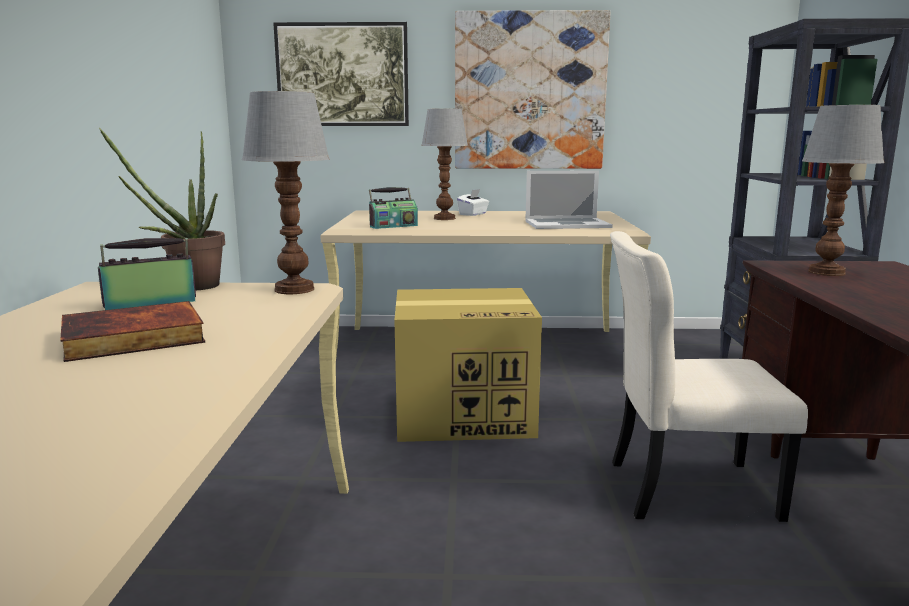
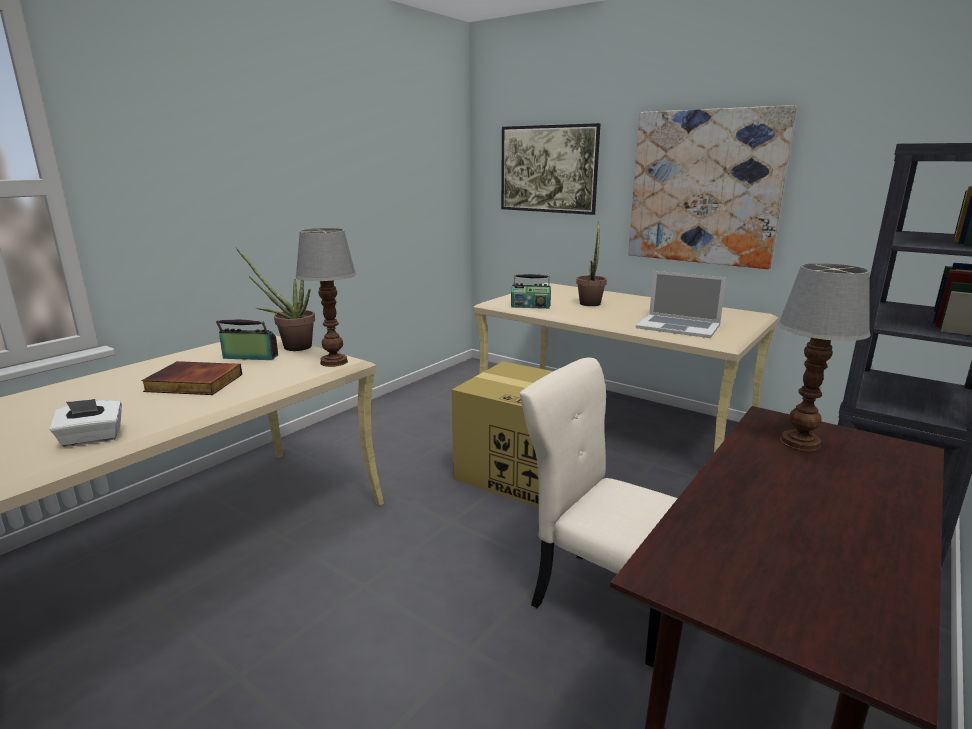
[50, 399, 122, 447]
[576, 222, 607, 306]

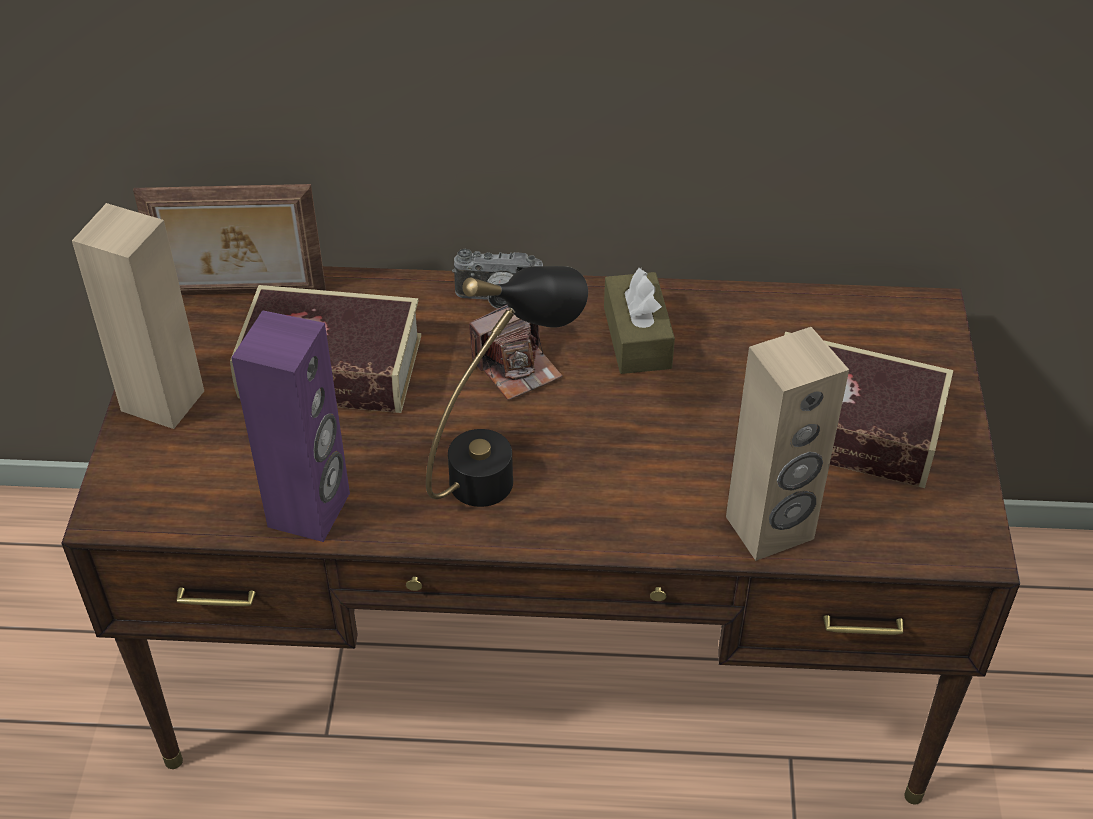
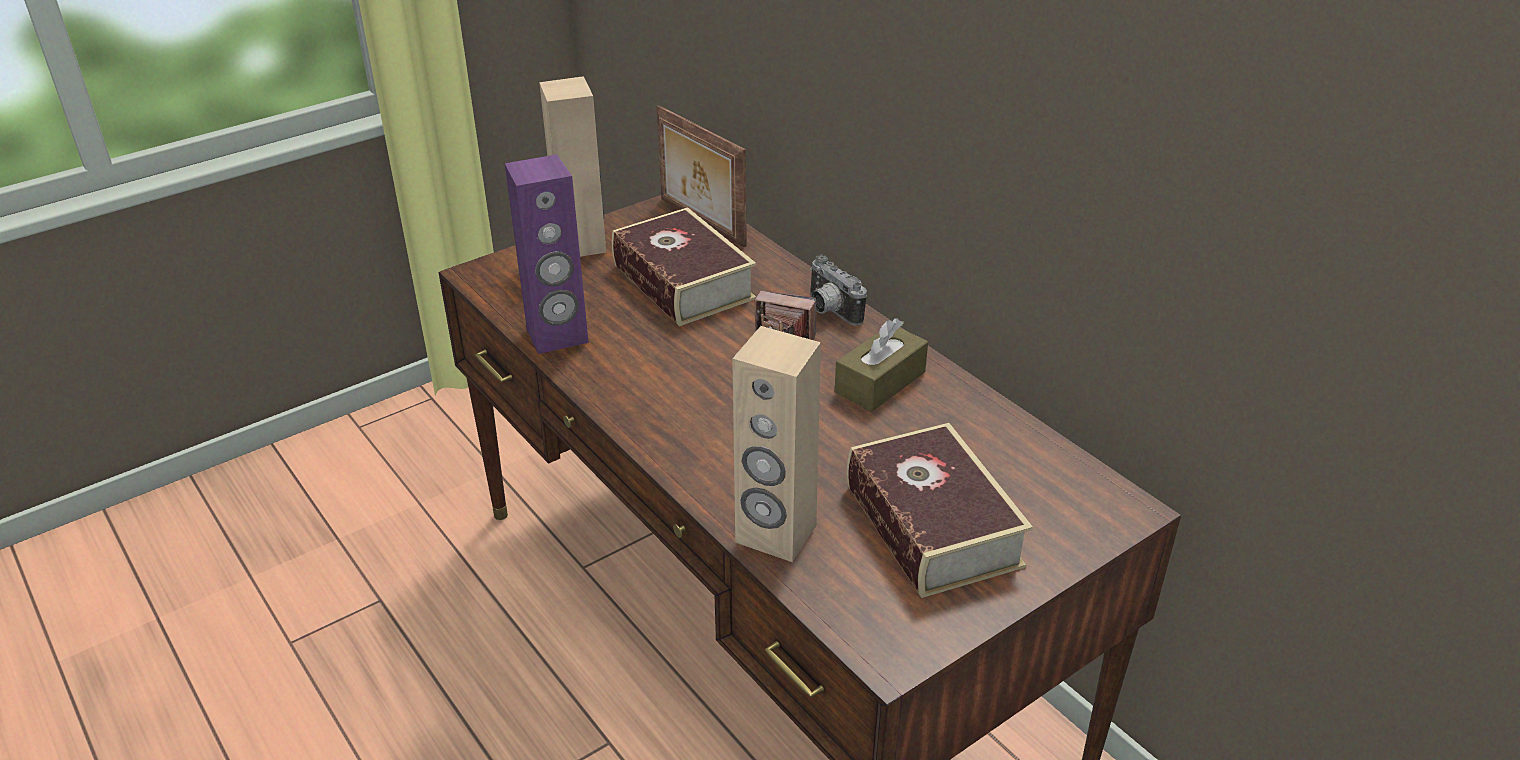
[426, 266, 588, 507] (first image)

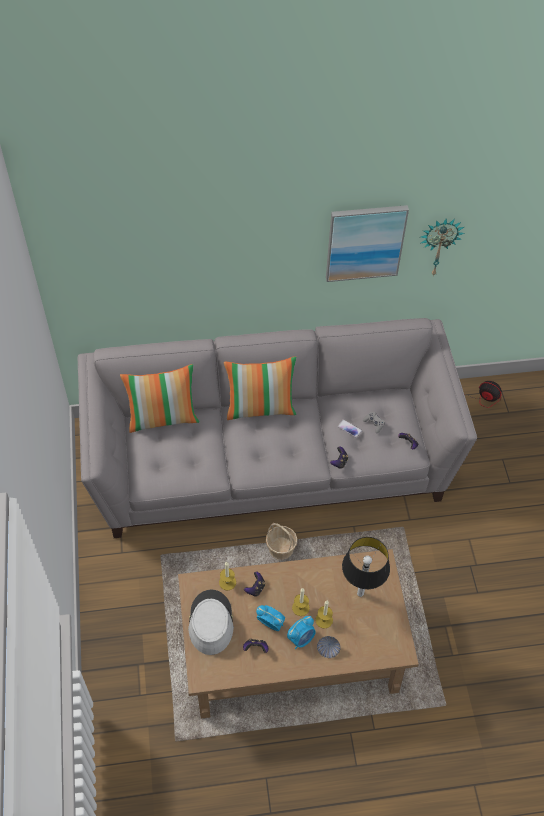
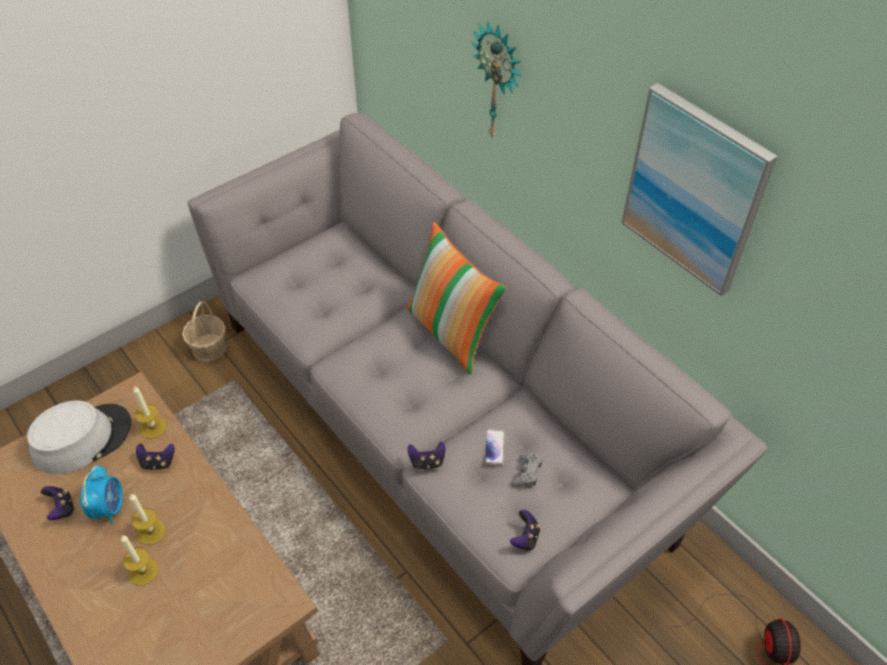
[120, 364, 199, 433] (first image)
[287, 616, 316, 650] (first image)
[317, 636, 340, 658] (first image)
[342, 537, 390, 597] (first image)
[182, 301, 227, 362]
[472, 20, 521, 137]

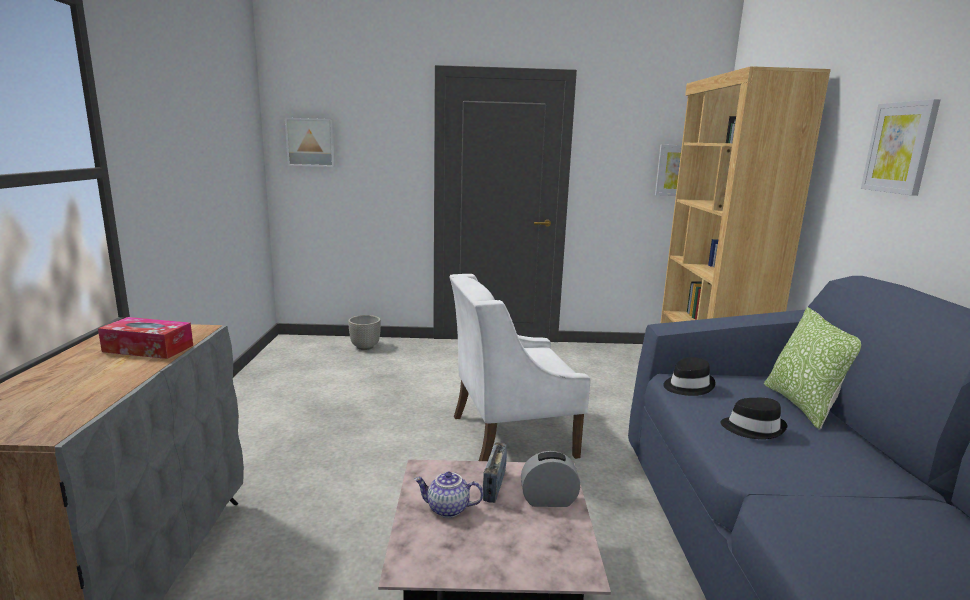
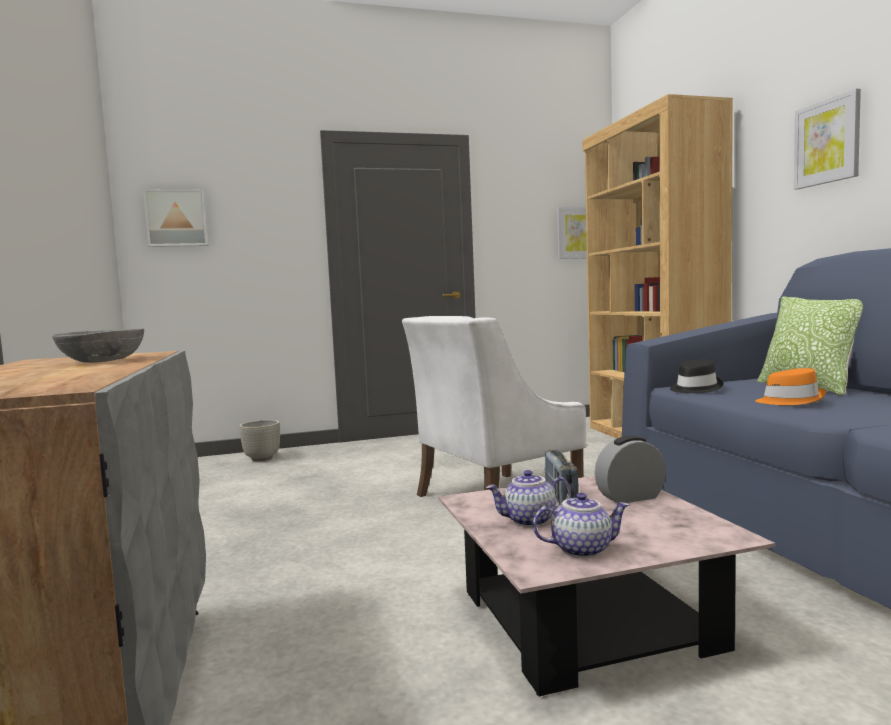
[533, 492, 629, 558]
[52, 328, 144, 363]
[755, 368, 826, 405]

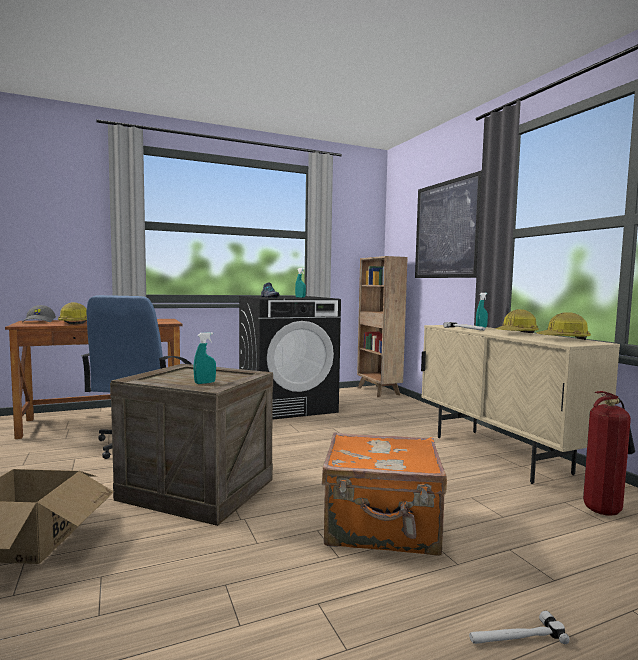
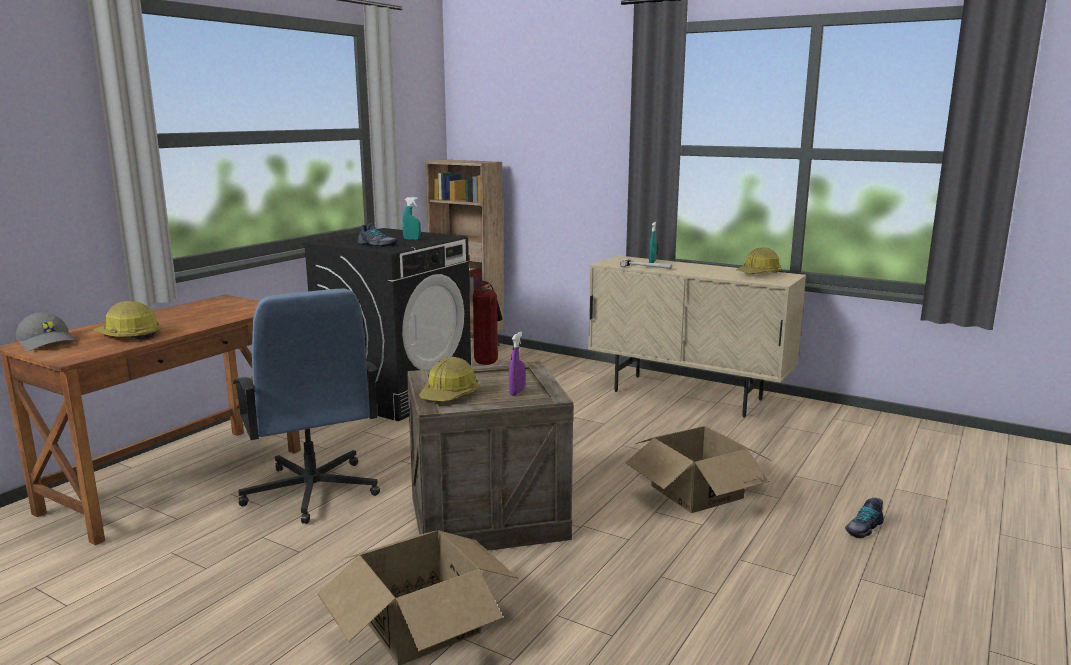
[415, 171, 482, 278] (first image)
[419, 357, 479, 402]
[473, 280, 503, 365]
[625, 426, 772, 513]
[845, 497, 884, 538]
[509, 332, 525, 396]

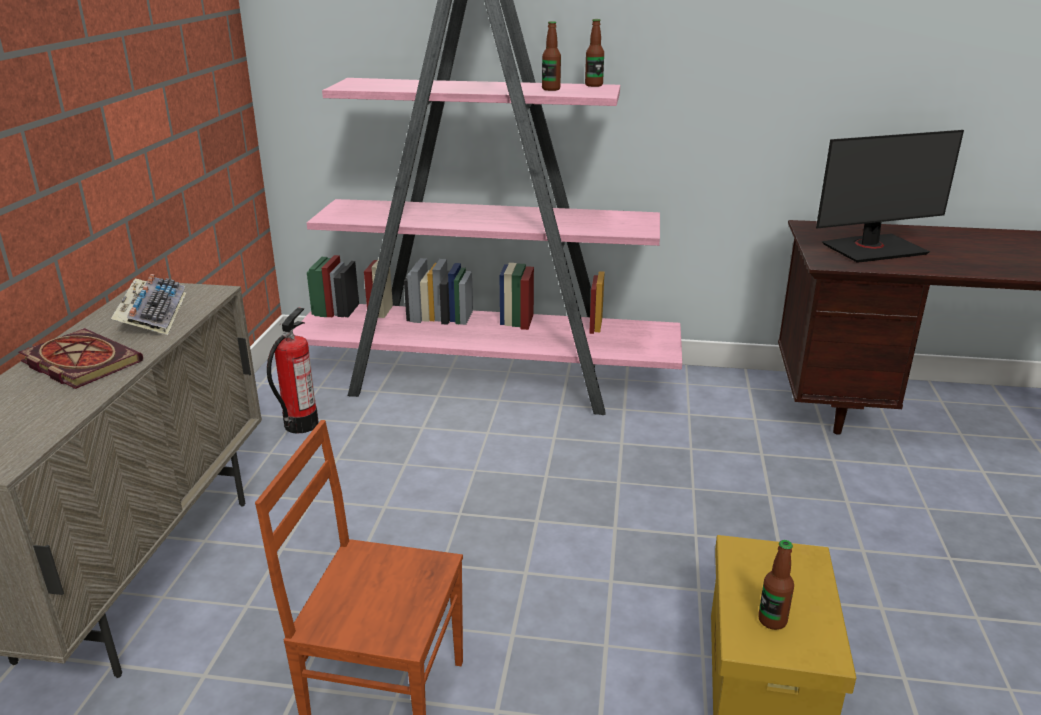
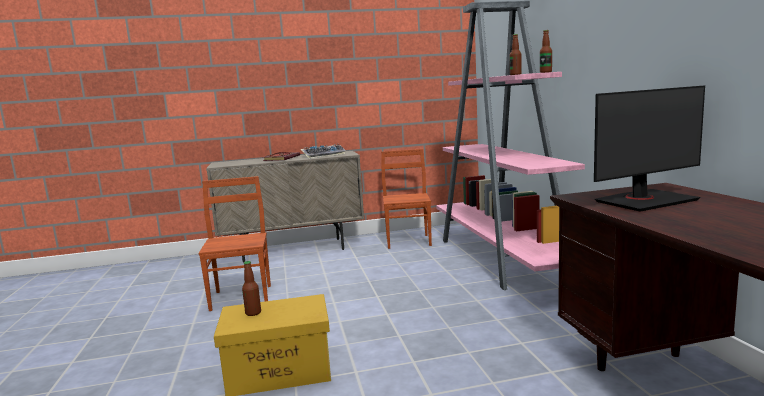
[381, 149, 432, 249]
[594, 86, 705, 212]

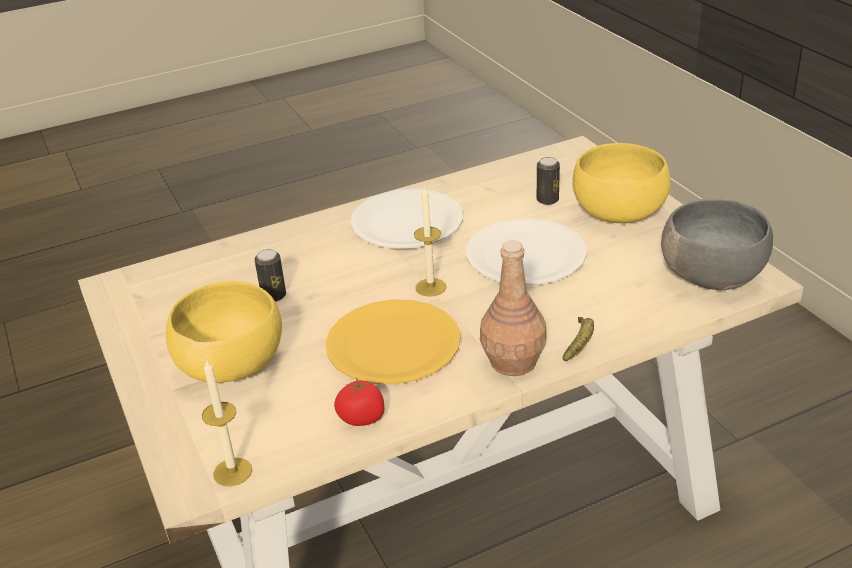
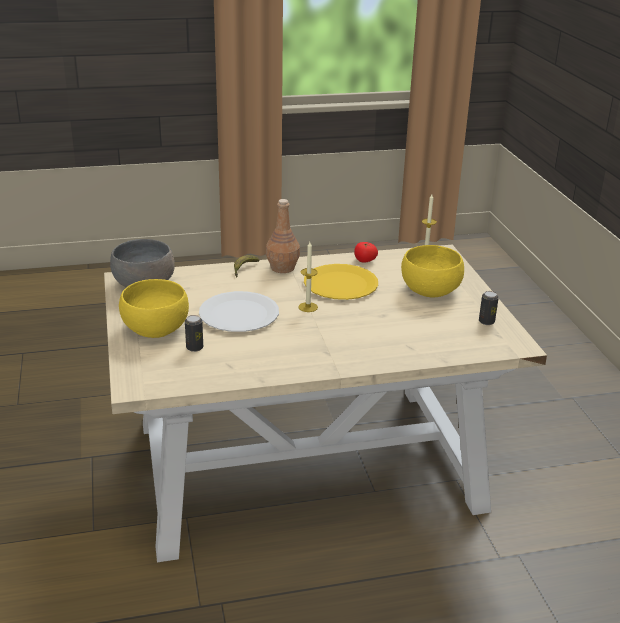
[350, 189, 463, 249] (first image)
[479, 291, 499, 325]

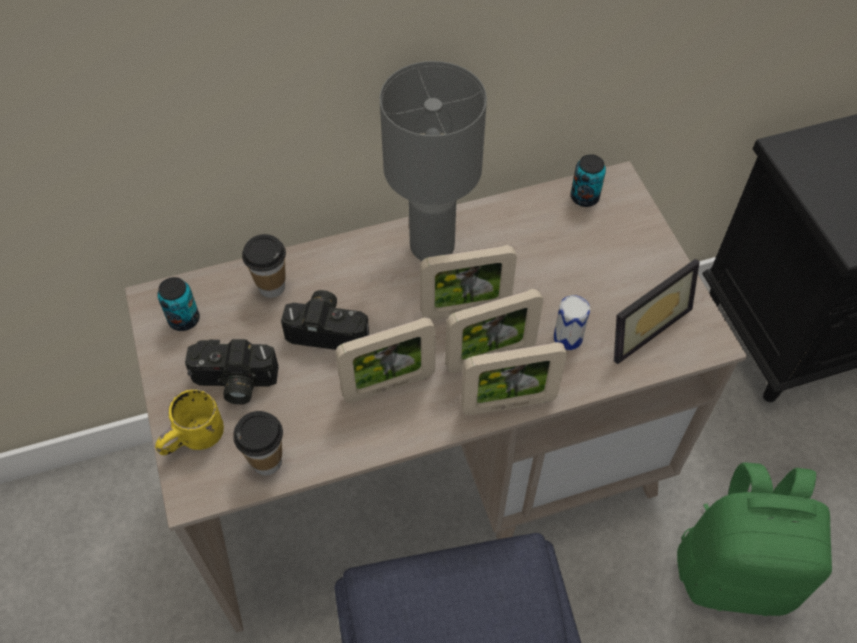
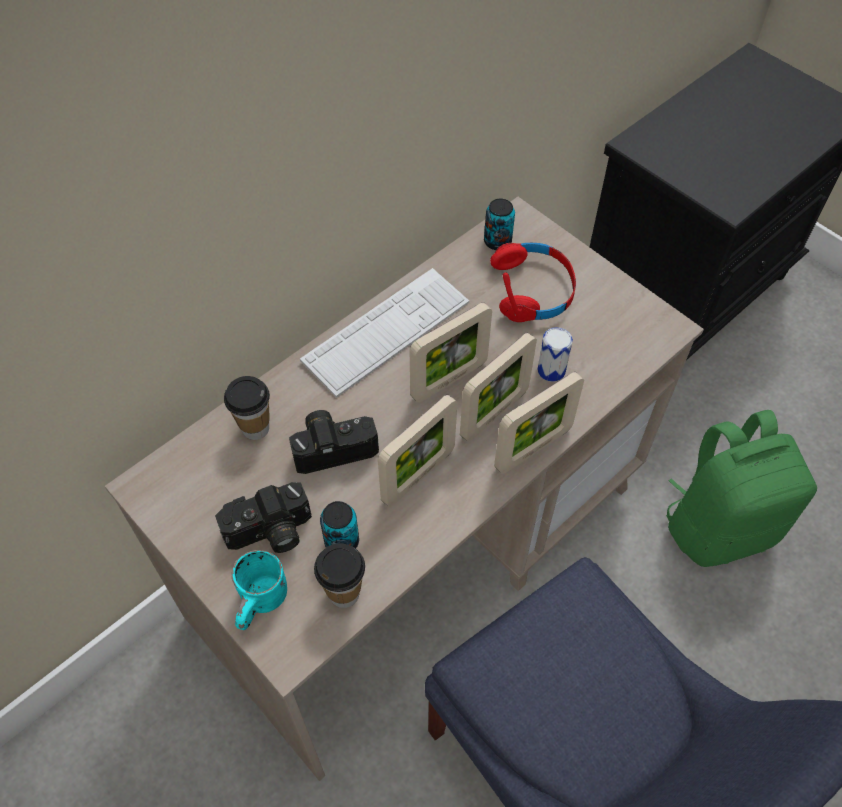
[614, 259, 700, 364] (first image)
[490, 243, 576, 322]
[320, 501, 359, 548]
[300, 268, 469, 398]
[231, 550, 287, 630]

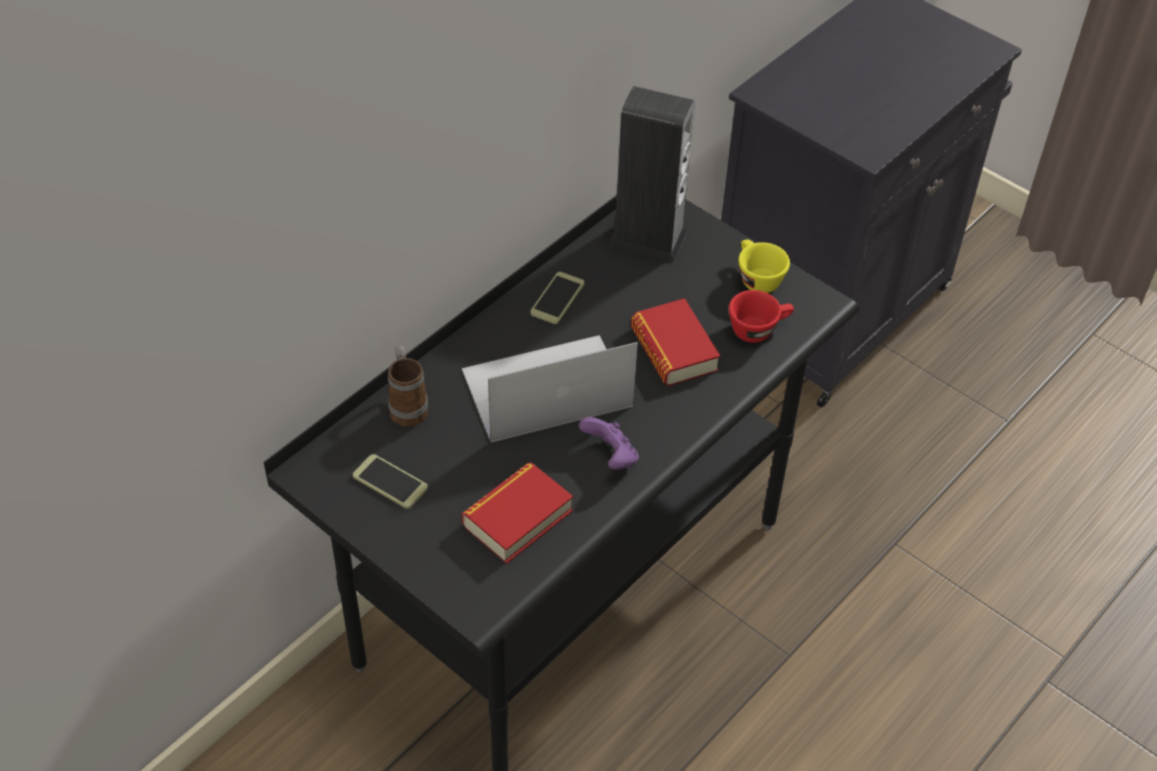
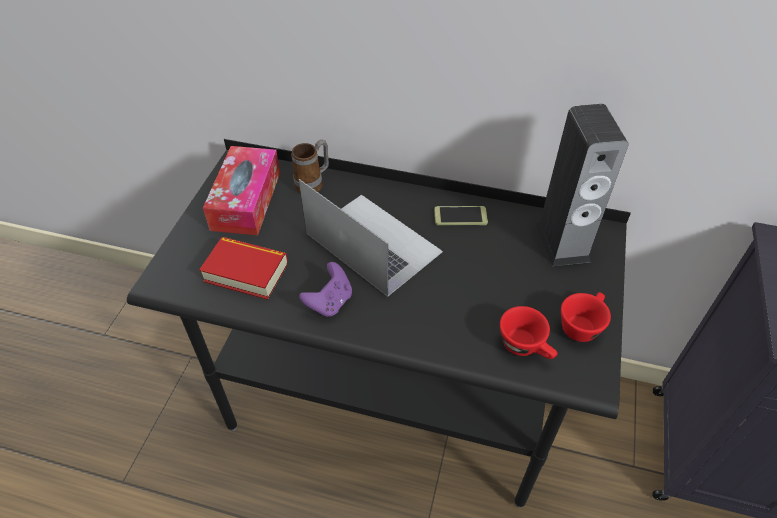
[631, 298, 720, 386] (first image)
[203, 146, 280, 236]
[561, 292, 611, 342]

